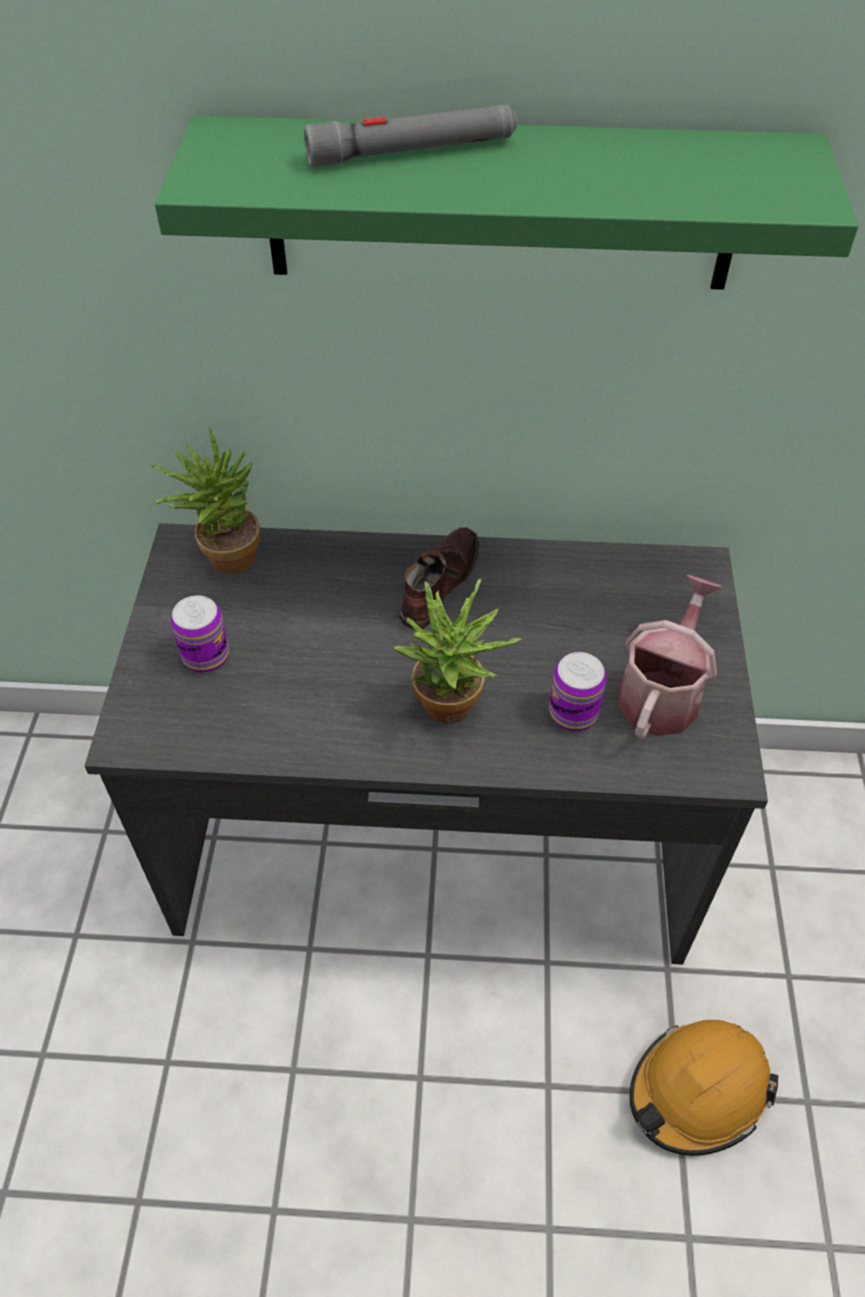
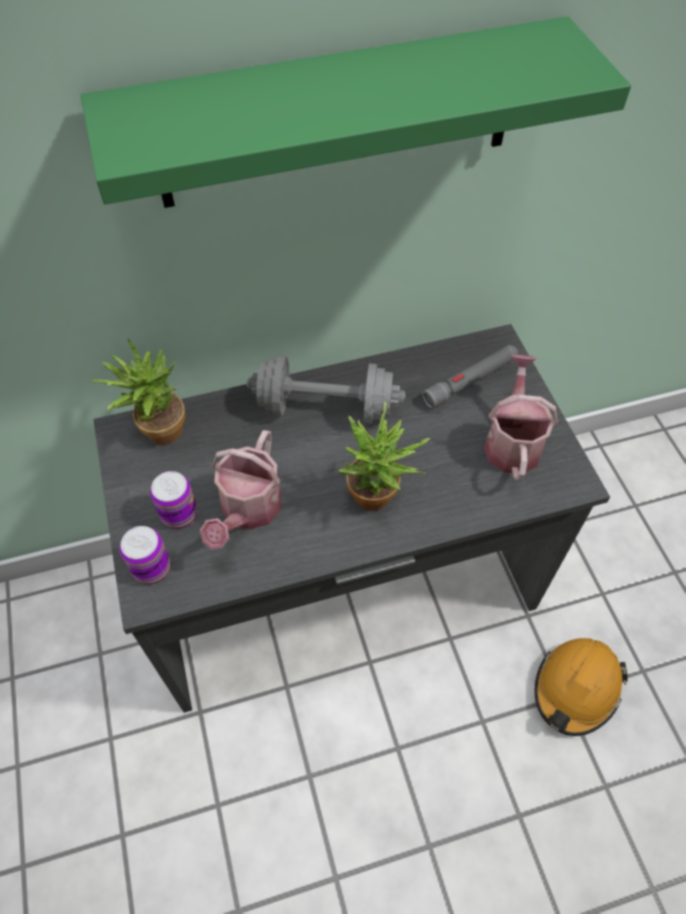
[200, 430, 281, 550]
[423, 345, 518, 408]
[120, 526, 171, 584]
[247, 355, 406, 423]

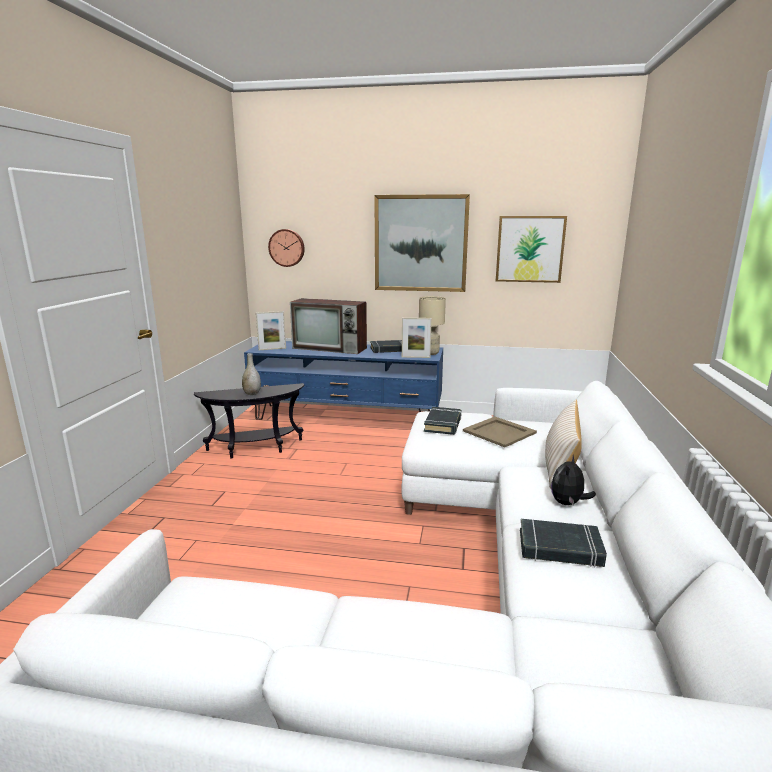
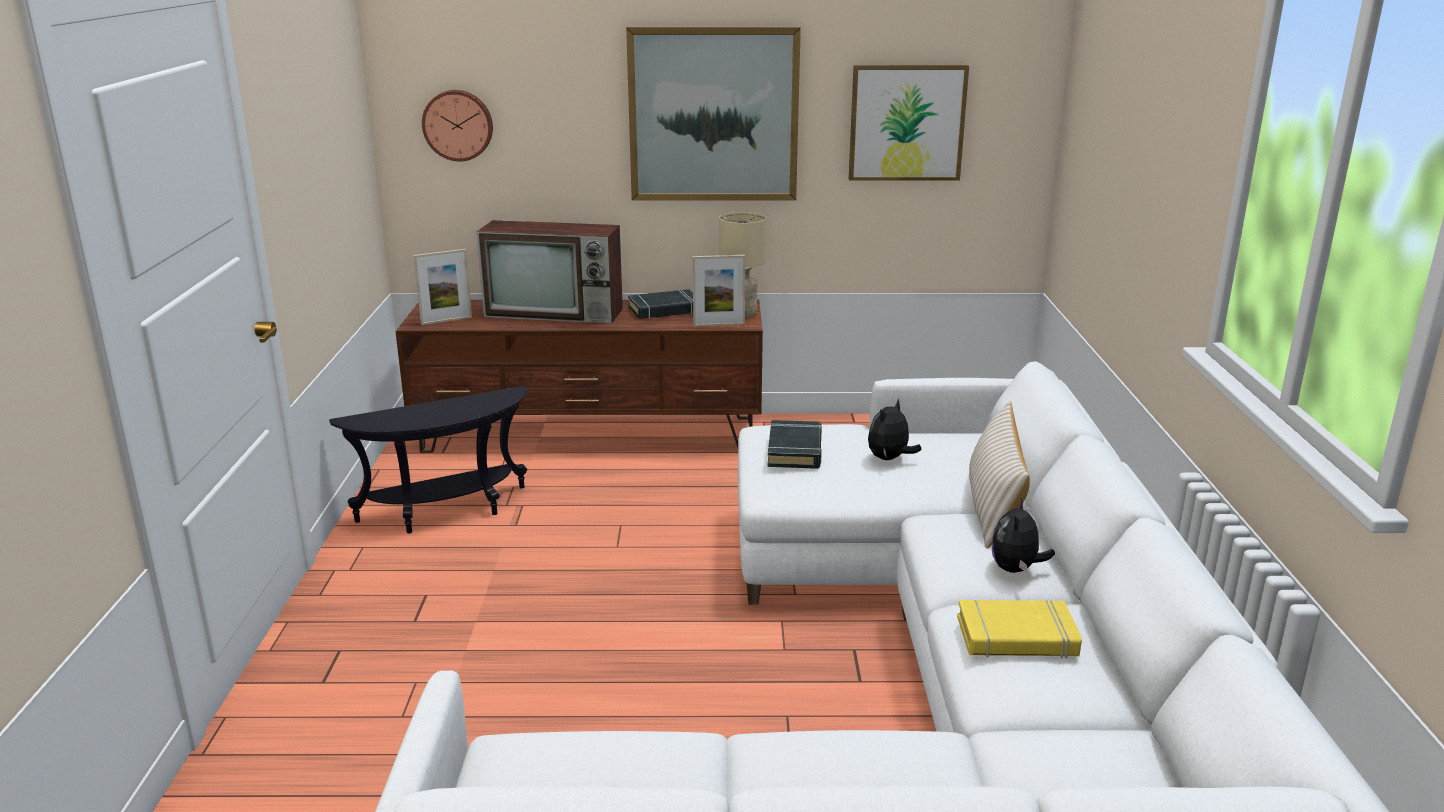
[242, 353, 261, 395] (first image)
[868, 399, 922, 460]
[395, 300, 763, 453]
[957, 600, 1082, 658]

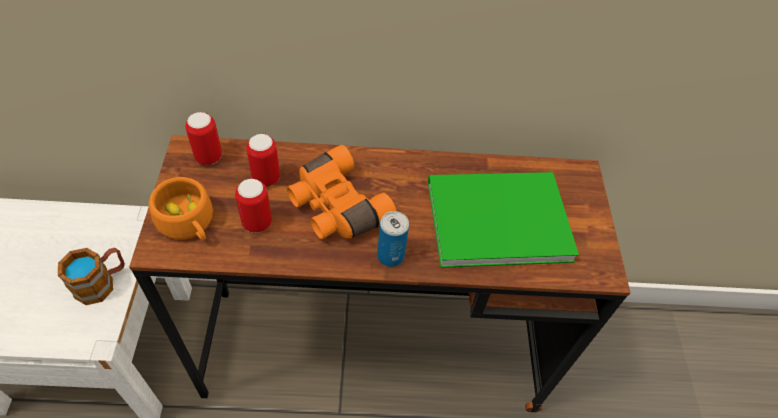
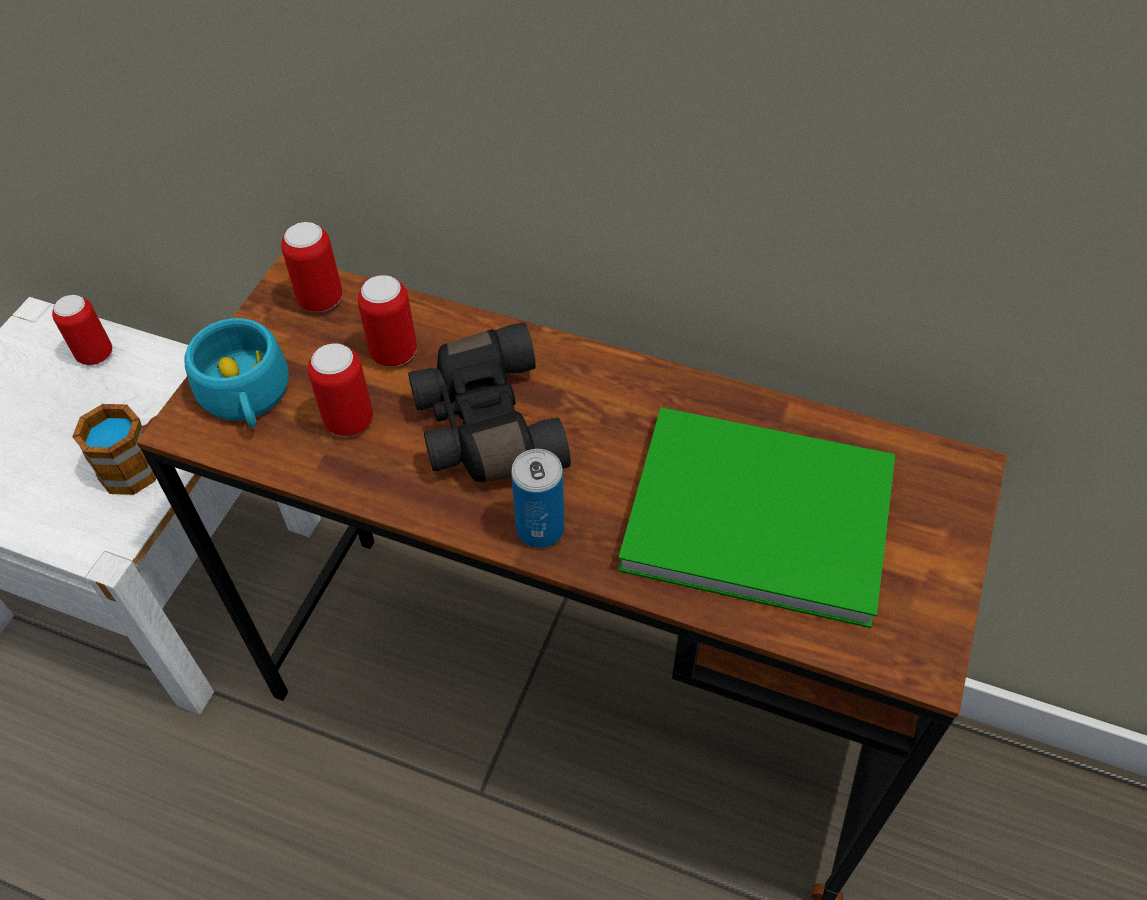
[52, 295, 112, 366]
[184, 318, 289, 428]
[408, 322, 571, 482]

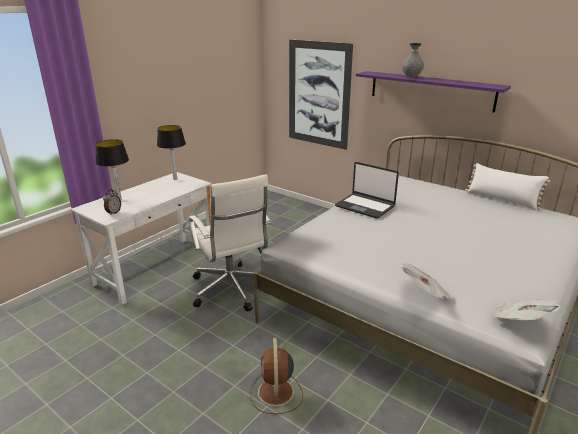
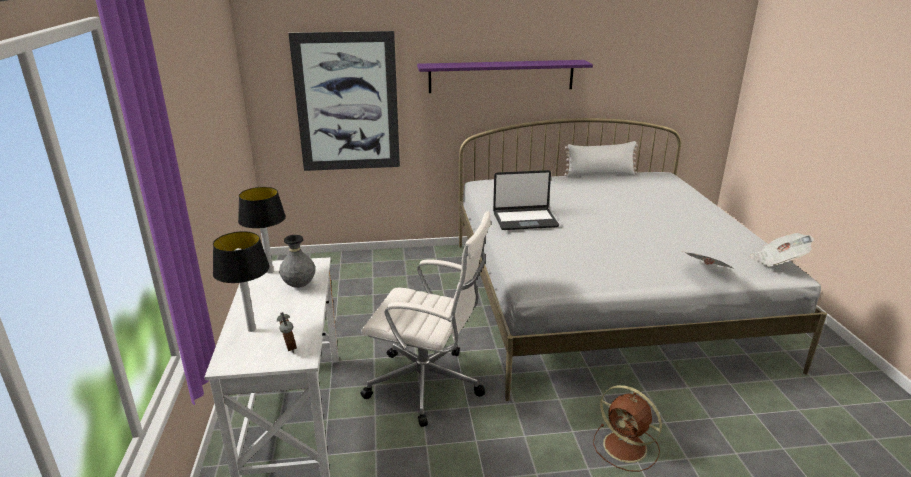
[279, 235, 315, 288]

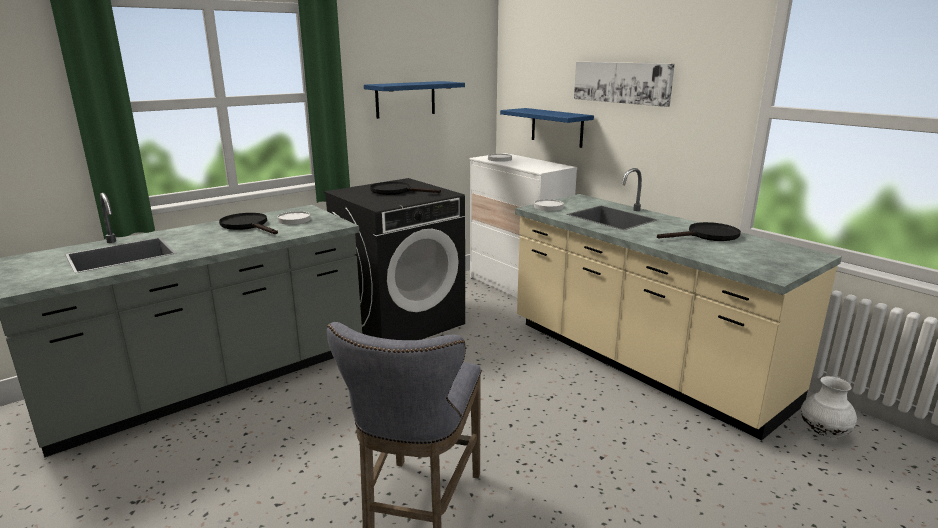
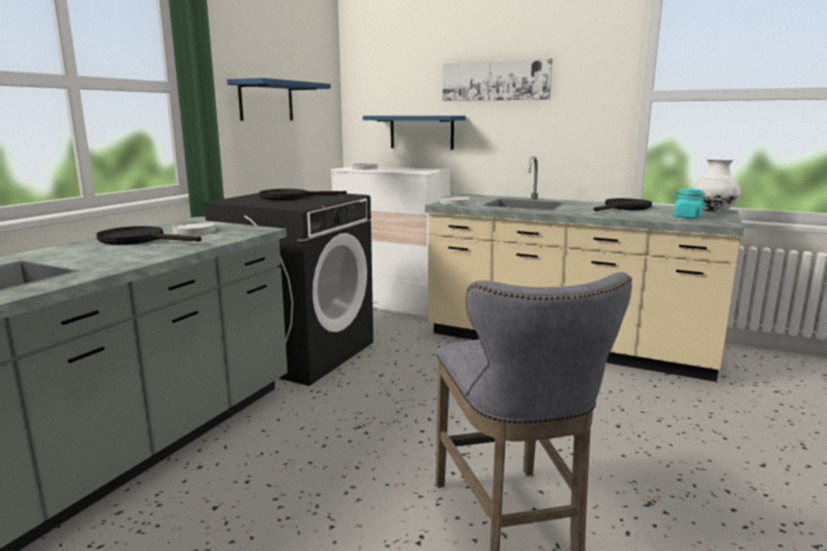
[673, 188, 706, 218]
[692, 159, 741, 212]

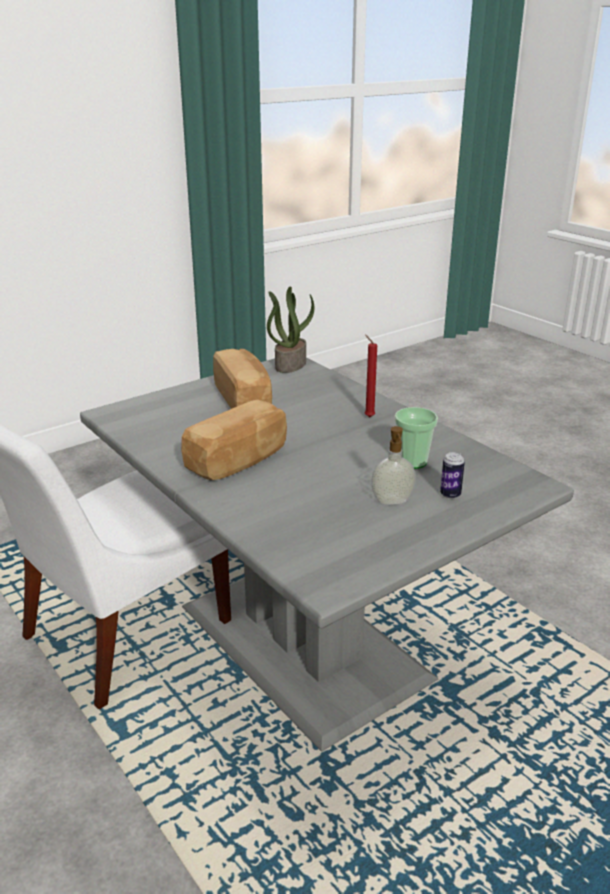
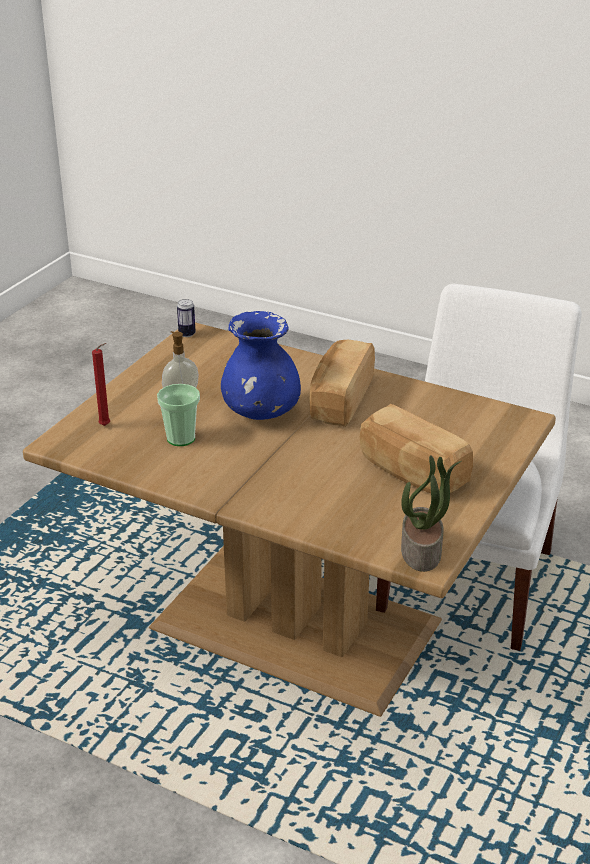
[221, 311, 301, 420]
[92, 343, 110, 426]
[177, 299, 196, 337]
[23, 322, 556, 717]

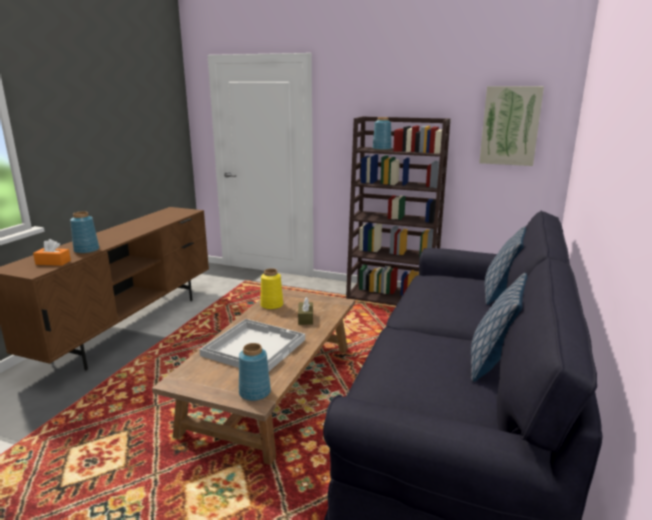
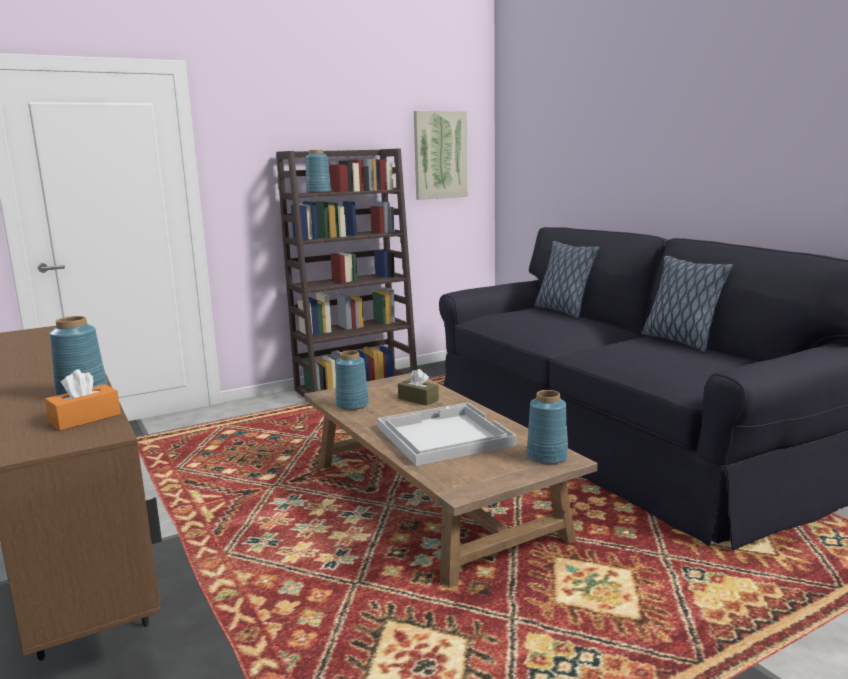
[335, 350, 369, 410]

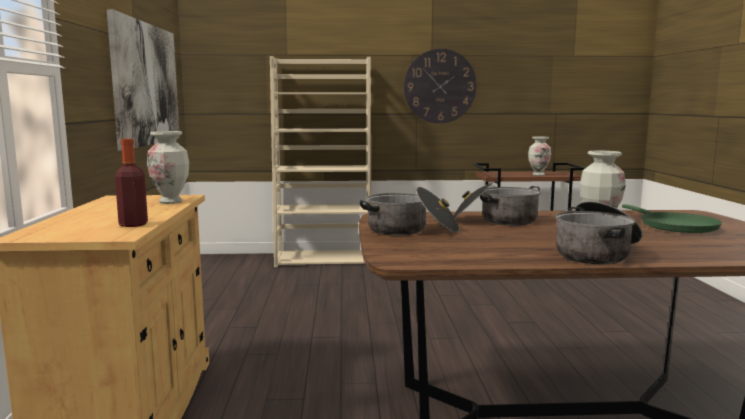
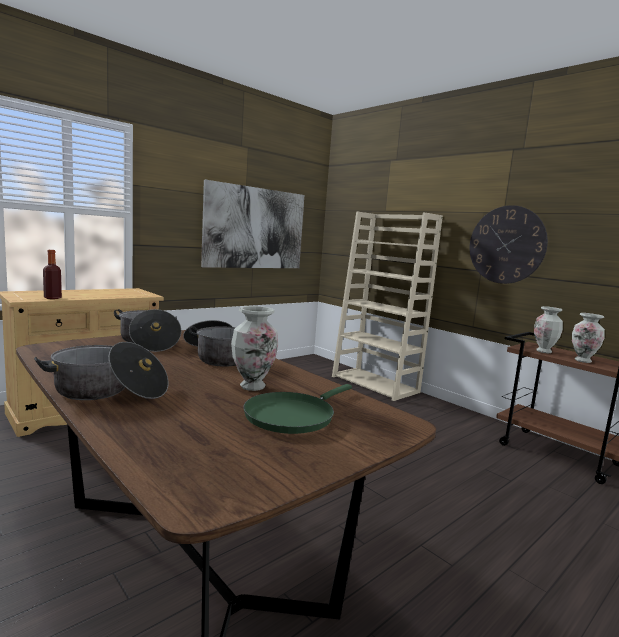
[534, 306, 563, 353]

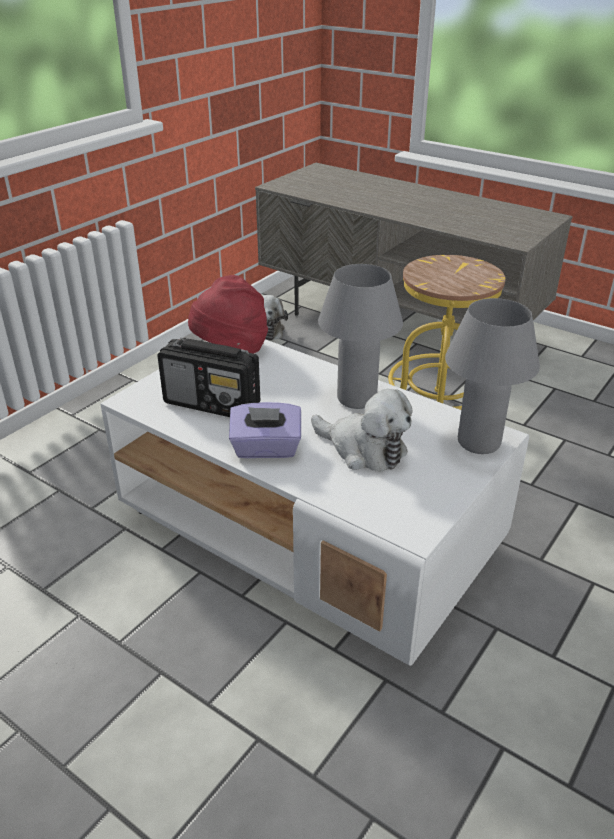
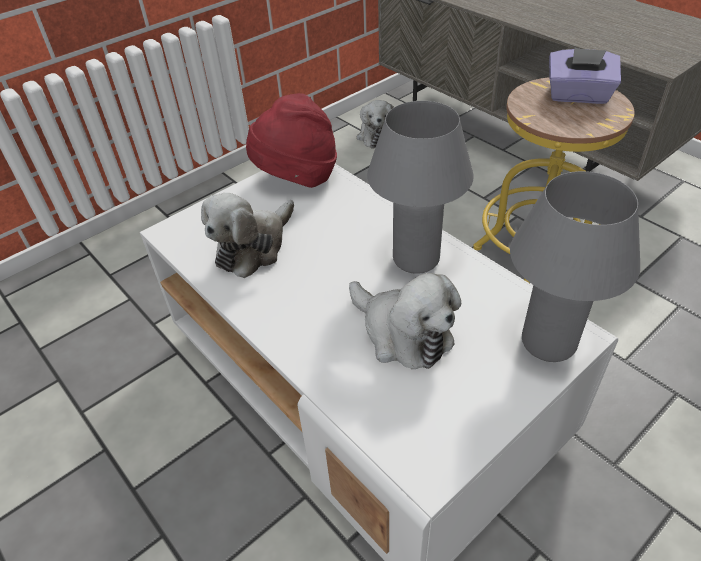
[549, 48, 621, 104]
[201, 193, 294, 278]

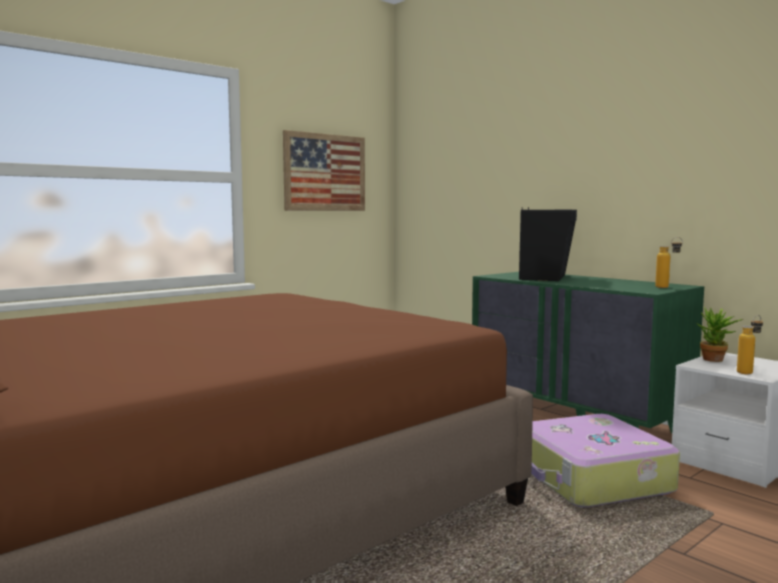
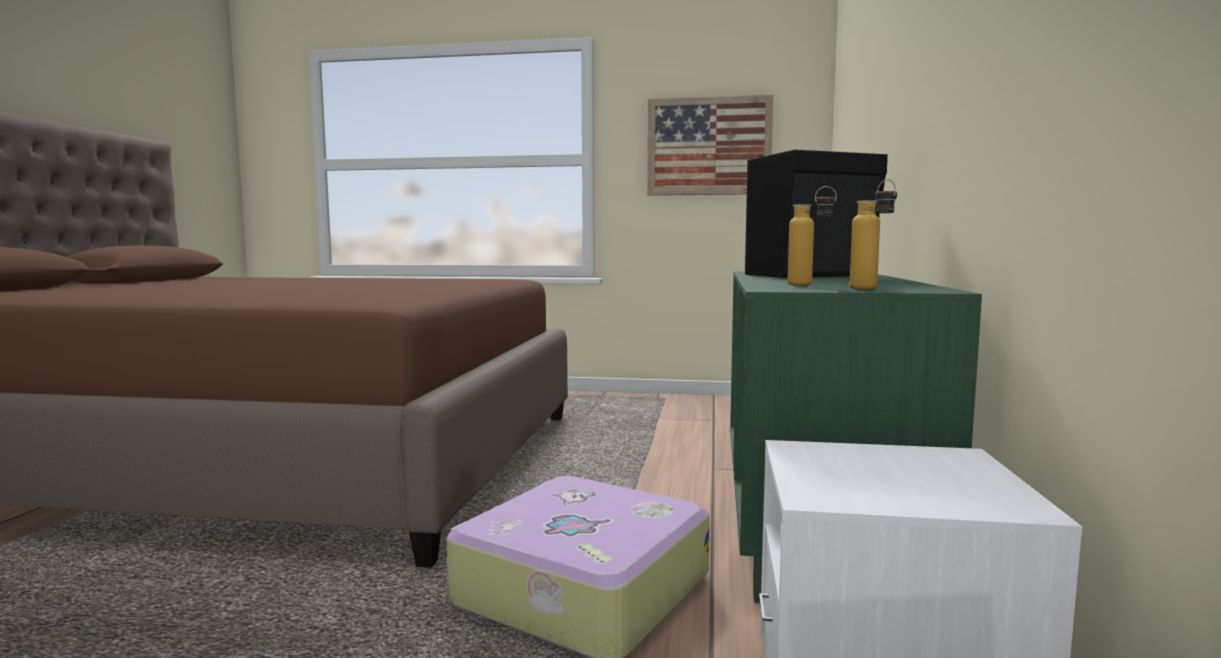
[696, 307, 743, 362] (first image)
[788, 186, 837, 285]

